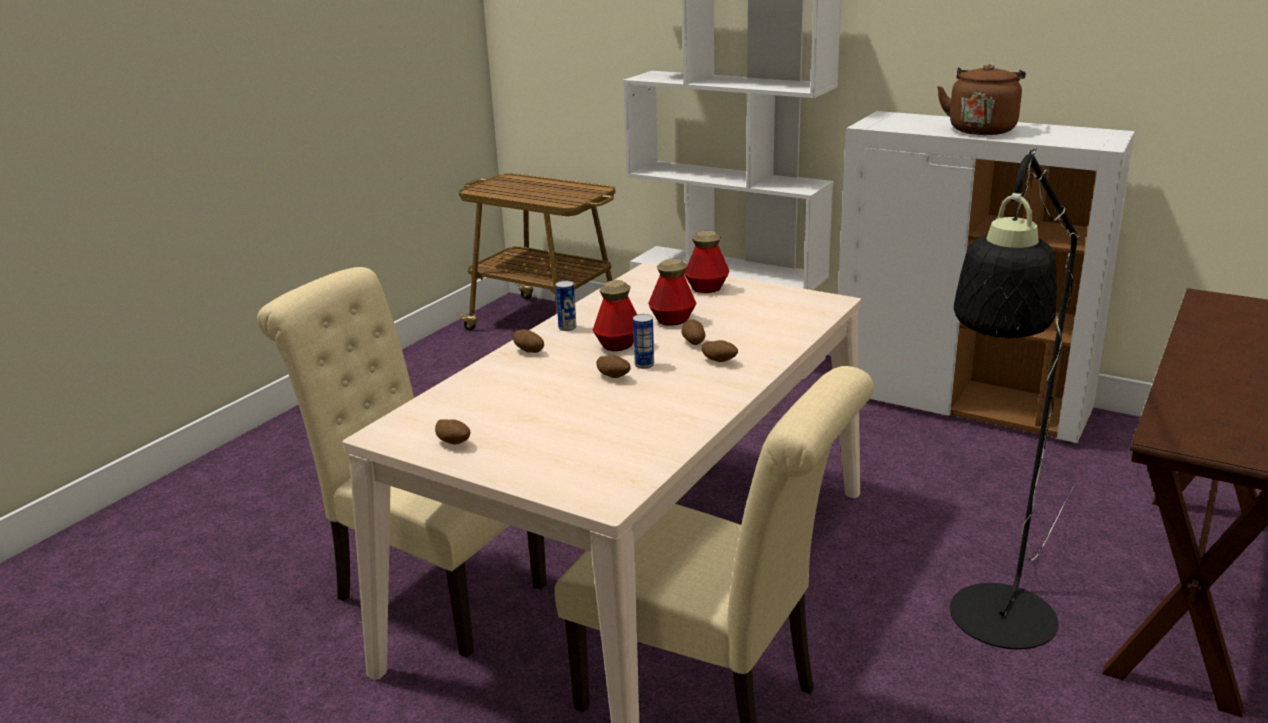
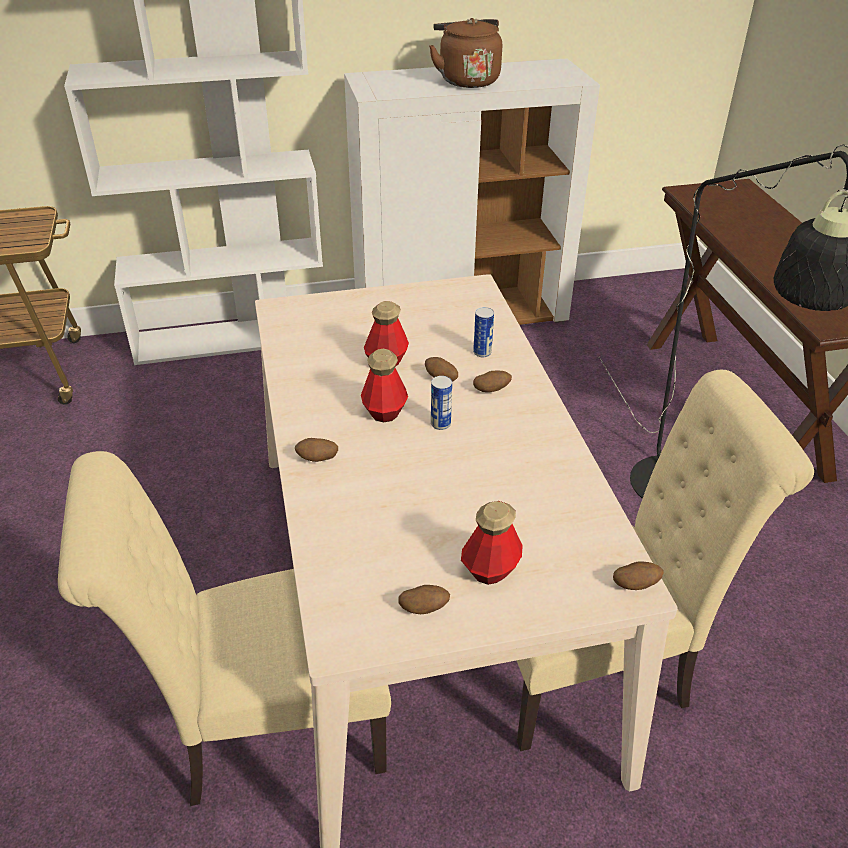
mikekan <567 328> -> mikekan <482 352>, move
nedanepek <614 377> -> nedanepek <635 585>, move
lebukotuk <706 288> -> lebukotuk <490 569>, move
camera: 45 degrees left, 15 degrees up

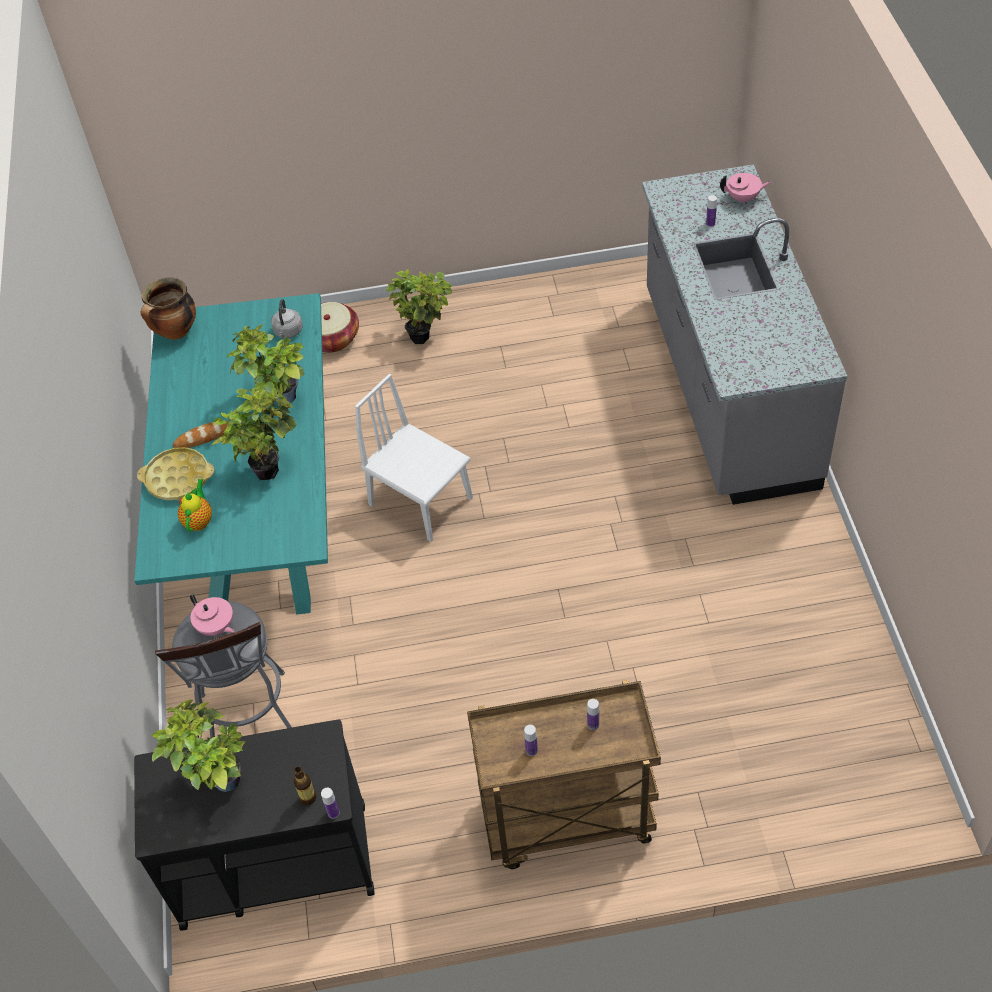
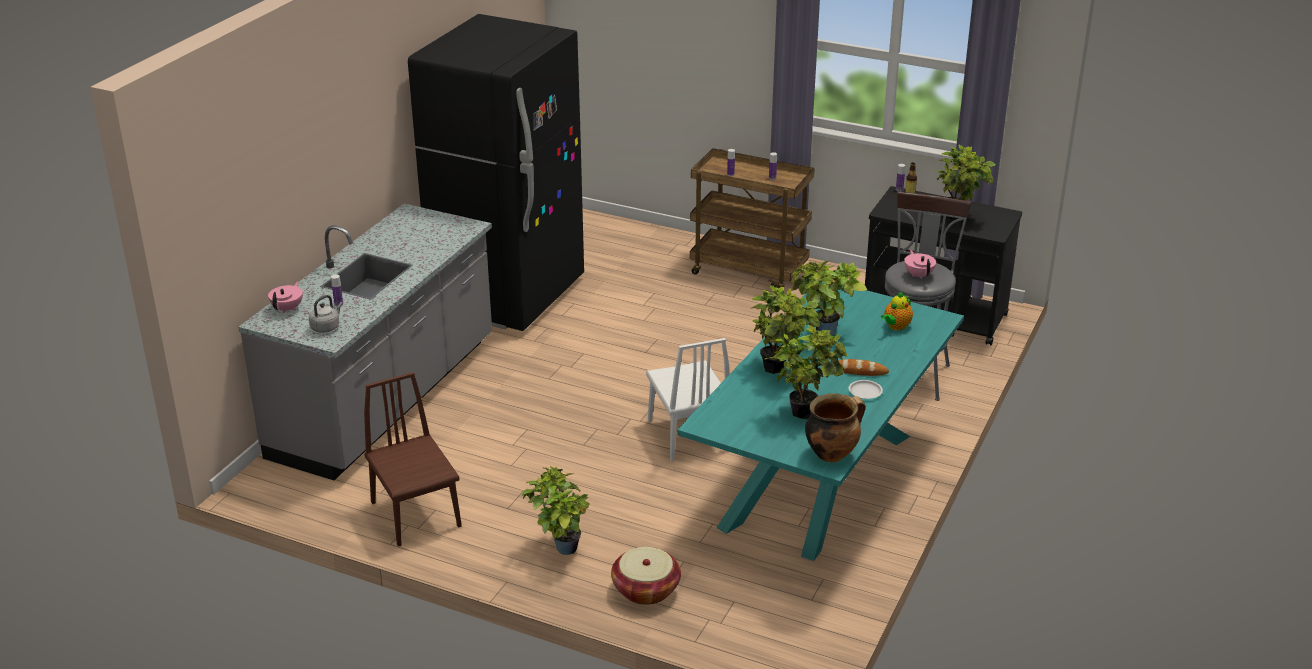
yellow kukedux <177 478> -> none
none -> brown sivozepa <416 514>
none -> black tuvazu <509 295>
none -> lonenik <805 410>
none -> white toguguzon <865 392>
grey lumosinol <288 332> -> grey lumosinol <326 327>, move
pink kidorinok <743 198> -> pink kidorinok <288 308>, 75 degrees clockwise
camera: 150 degrees left, 20 degrees down

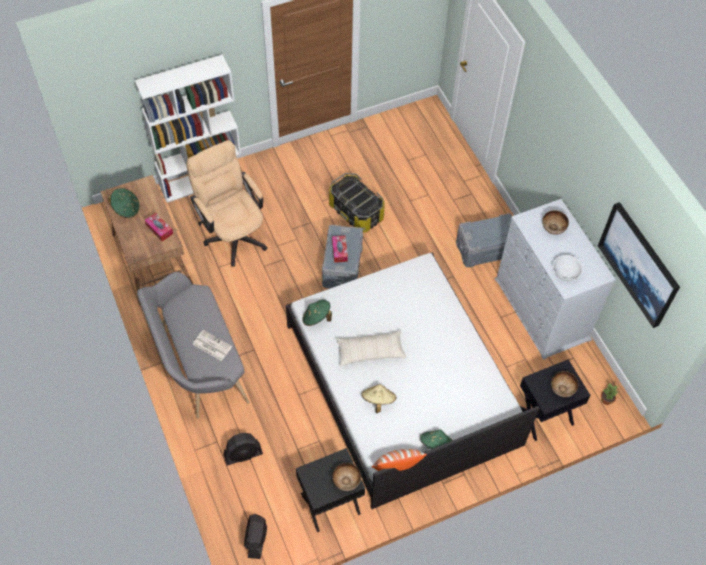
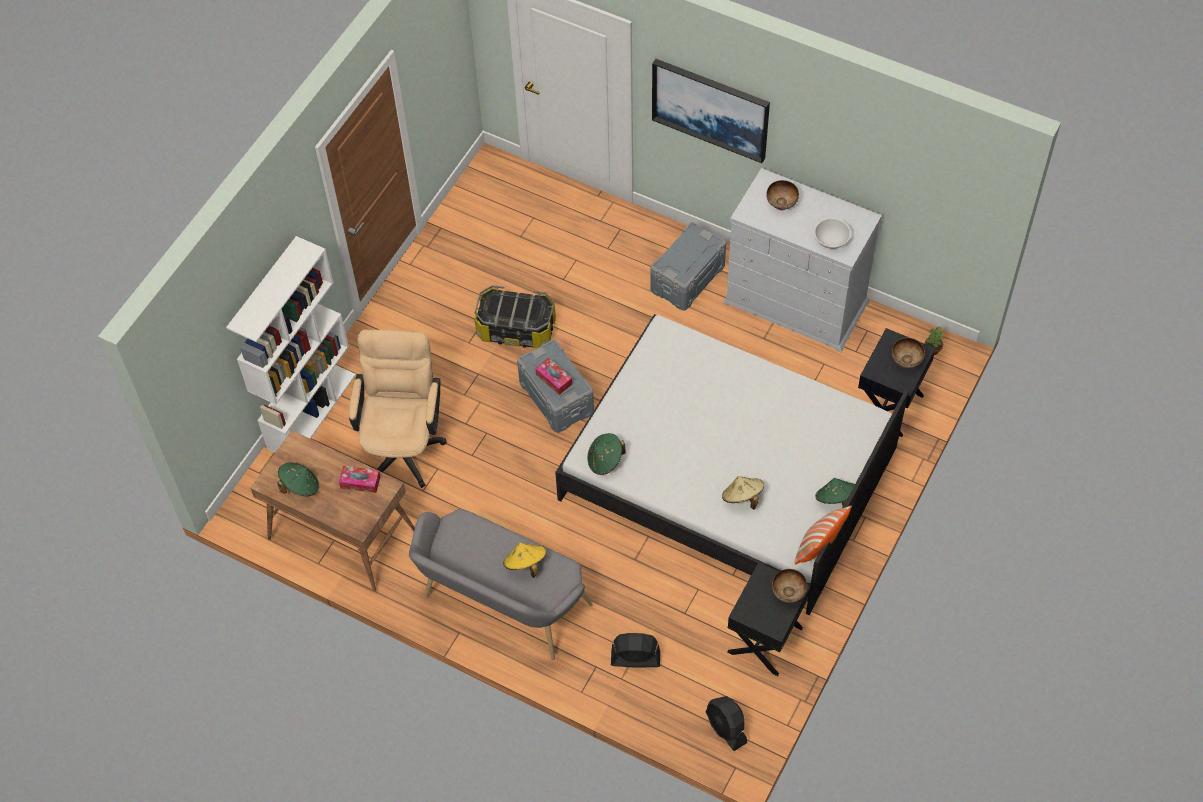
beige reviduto <370 351> -> none
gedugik <639 264> -> gedugik <711 108>, move
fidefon <211 345> -> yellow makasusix <525 564>
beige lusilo <233 233> -> beige lusilo <403 444>, 75 degrees clockwise
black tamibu <243 454> -> black tamibu <635 659>, 120 degrees counterclockwise
camera: 35 degrees left, 0 degrees up

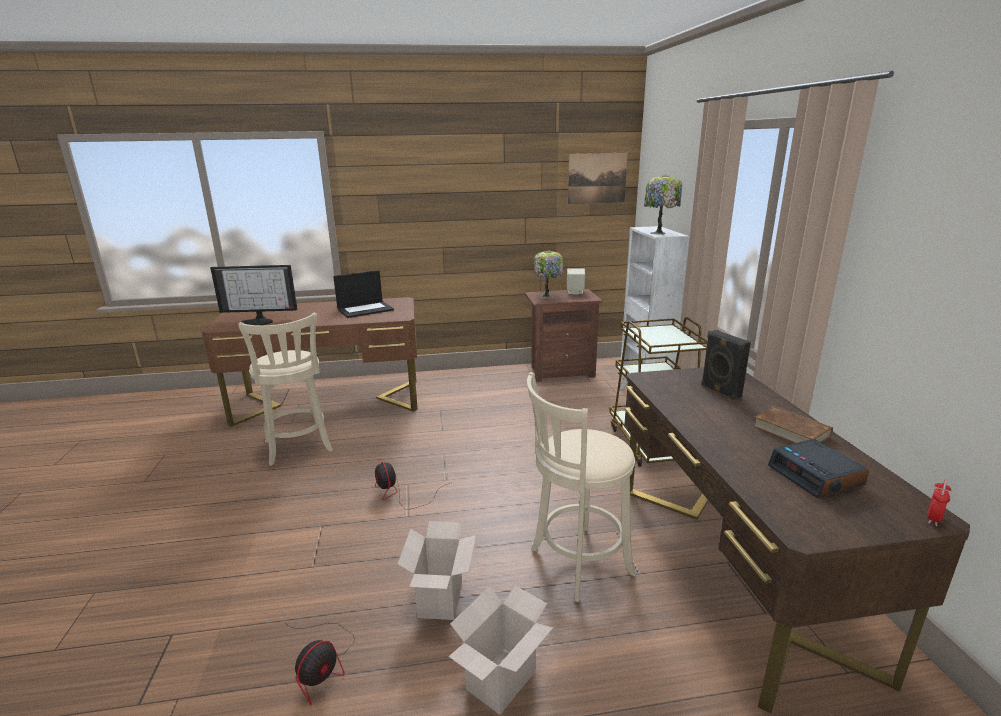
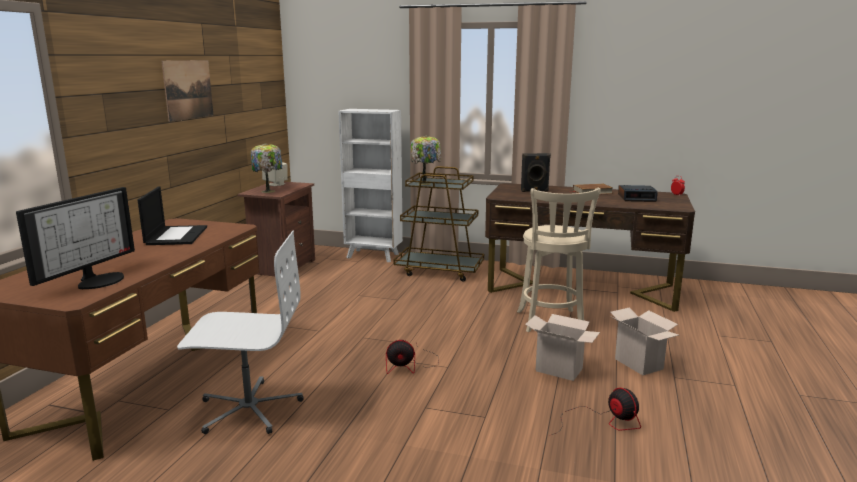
gedugik <597 178> -> gedugik <188 89>, move
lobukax <659 233> -> lobukax <425 183>, move
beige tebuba <298 448> -> white lusilo <249 409>
camera: 65 degrees left, 5 degrees down

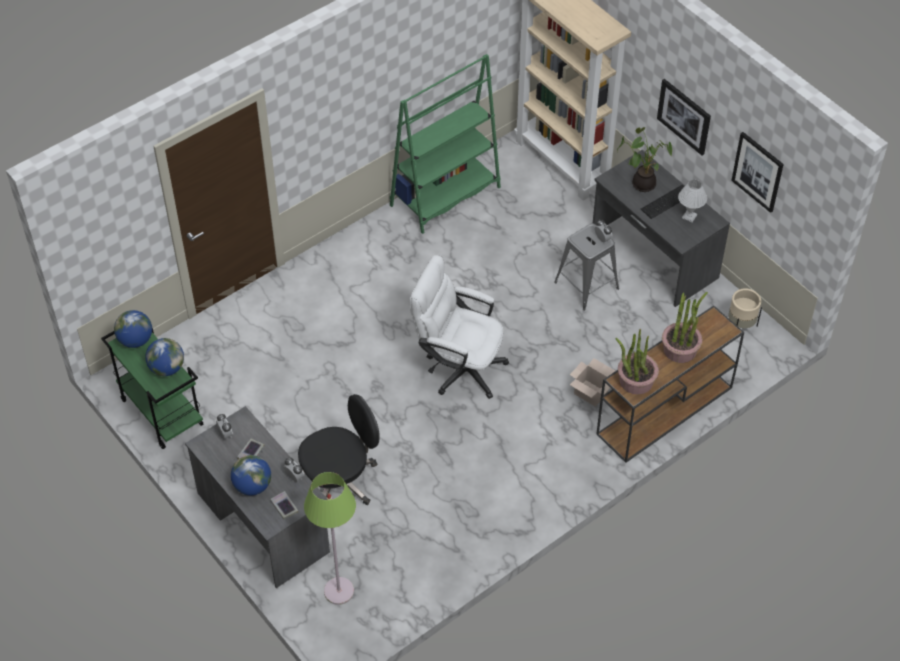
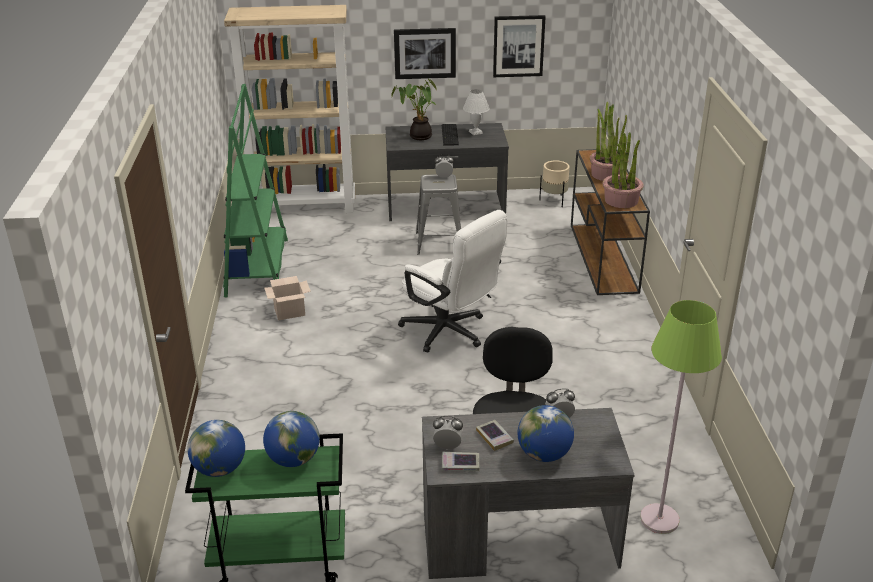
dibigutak <284 507> -> dibigutak <460 464>, move
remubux <591 393> -> remubux <290 311>, move
white lusilo <458 366> -> white lusilo <450 333>, 105 degrees counterclockwise
camera: 55 degrees left, 20 degrees down

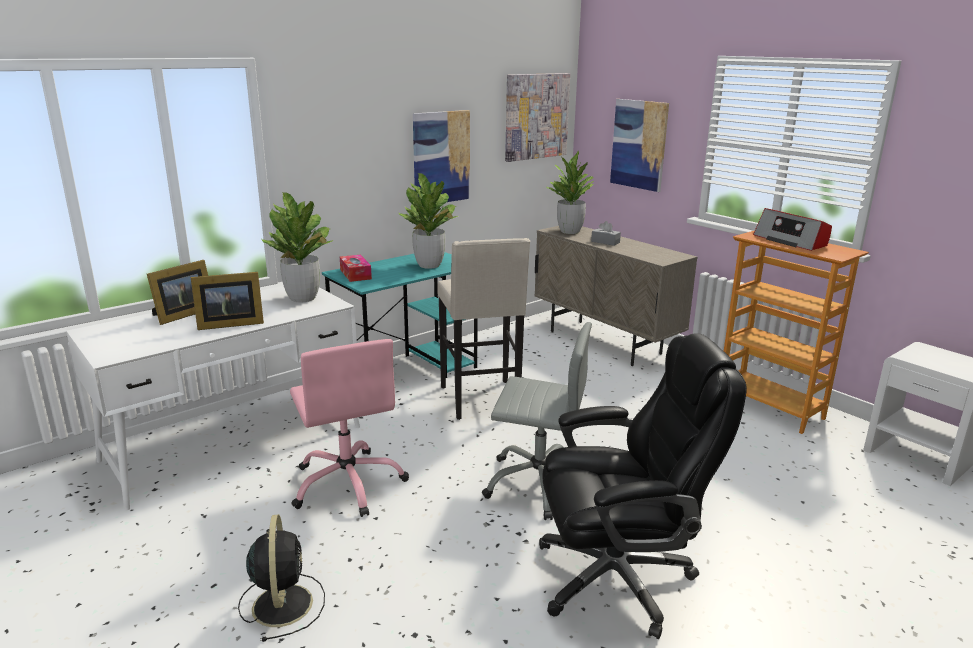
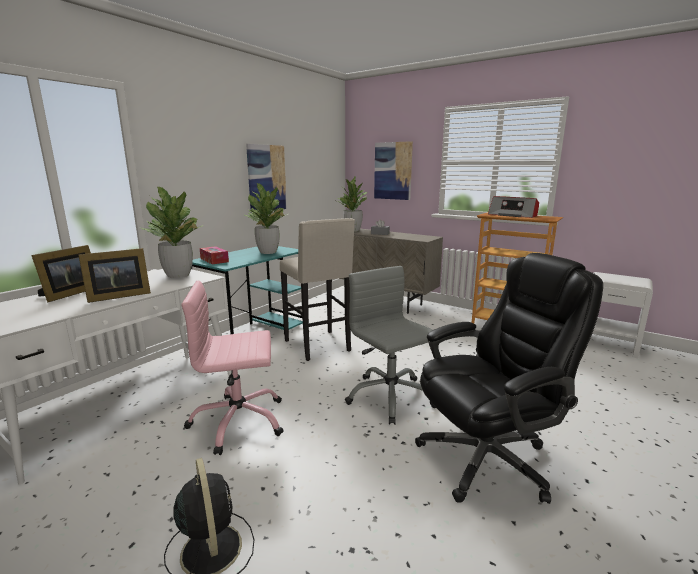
gedugik <536 116> -> none
pink lusilo <348 483> -> pink lusilo <238 422>, 120 degrees clockwise
grey lusilo <539 484> -> grey lusilo <390 397>, 120 degrees counterclockwise
camera: 15 degrees left, 5 degrees down

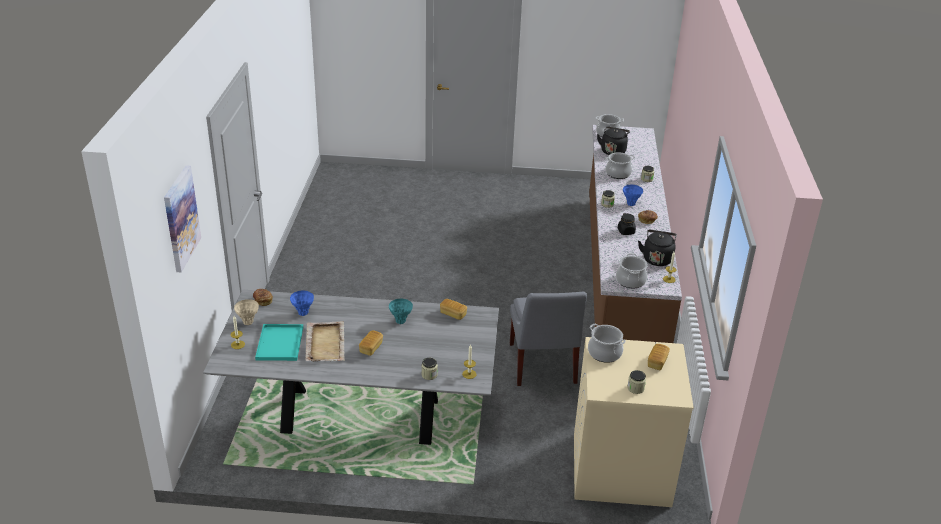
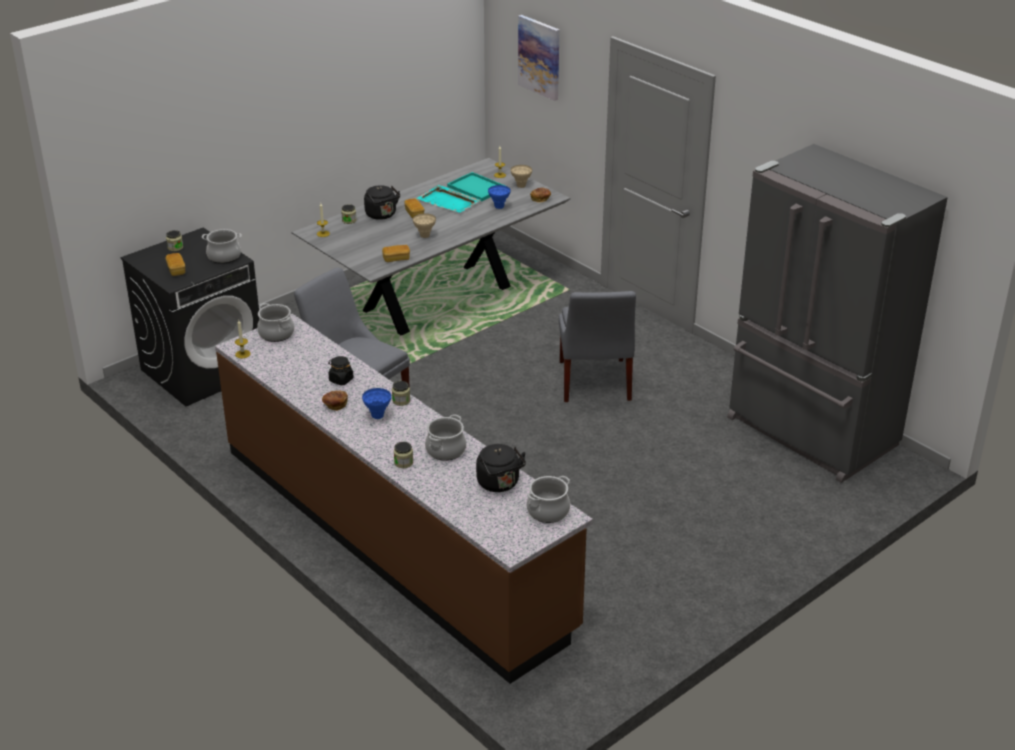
none -> grey sivozepa <594 383>
none -> grey tuvazu <810 433>
black lumosinol <657 259> -> black lumosinol <382 215>, move
beige kukedux <325 343> -> turquoise kukedux <449 202>
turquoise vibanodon <400 321> -> beige vibanodon <424 236>
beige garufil <620 470> -> black garufil <203 370>
camera: 135 degrees right, 0 degrees up

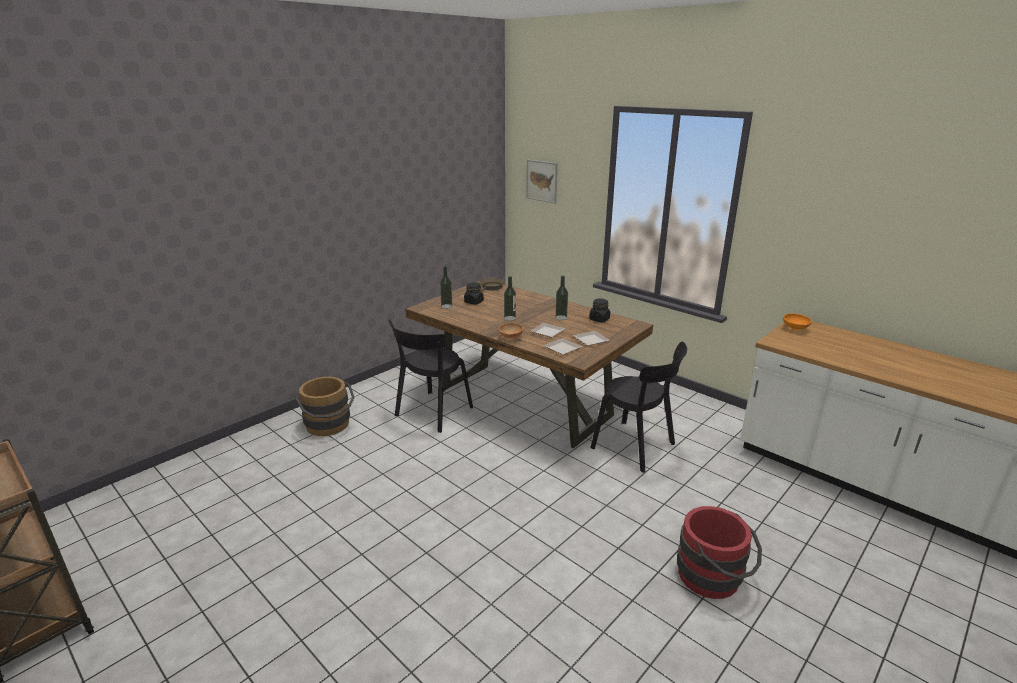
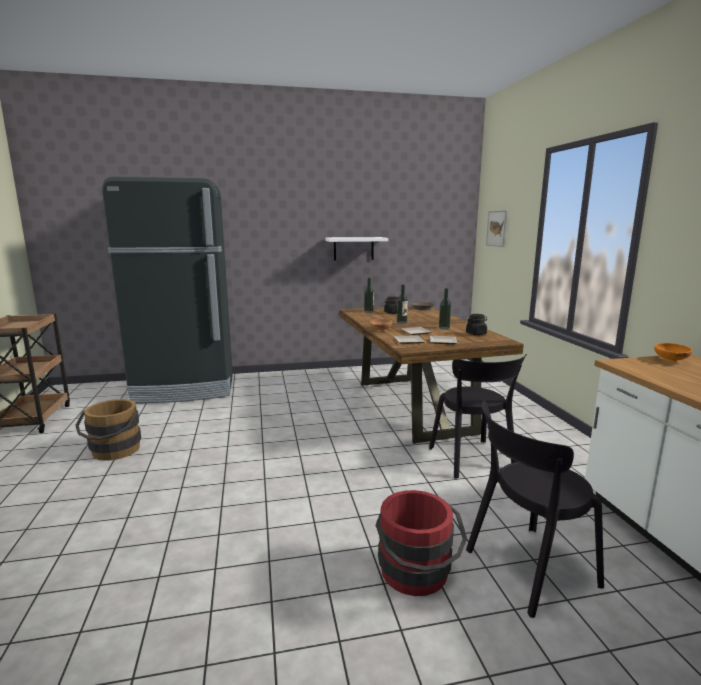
none -> black tuvazu <185 388>
none -> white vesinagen <353 248>
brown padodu <329 426> -> brown padodu <114 452>, move
black sivozepa <432 413> -> black sivozepa <526 569>, move
camera: 35 degrees right, 10 degrees down

